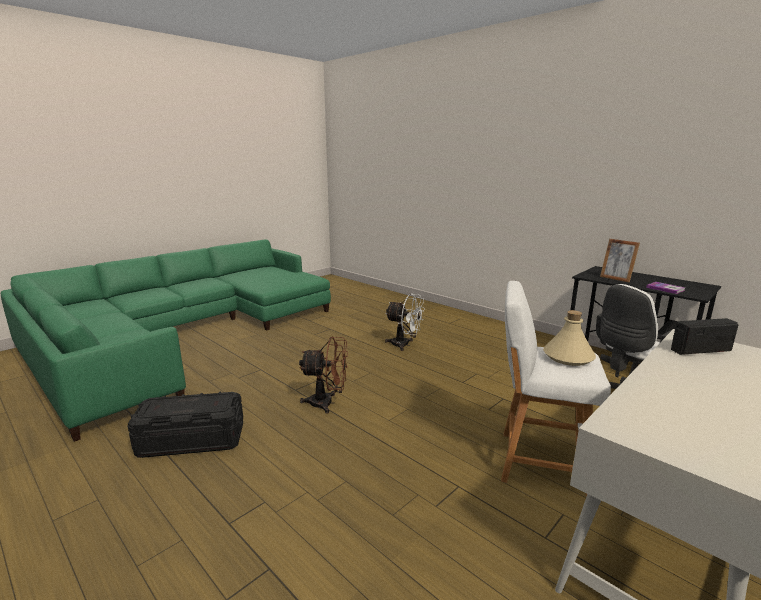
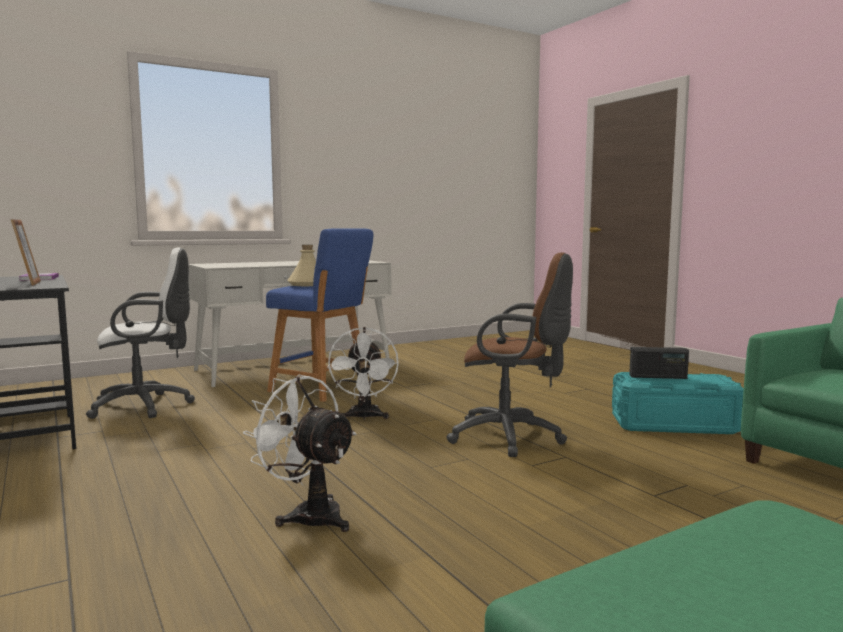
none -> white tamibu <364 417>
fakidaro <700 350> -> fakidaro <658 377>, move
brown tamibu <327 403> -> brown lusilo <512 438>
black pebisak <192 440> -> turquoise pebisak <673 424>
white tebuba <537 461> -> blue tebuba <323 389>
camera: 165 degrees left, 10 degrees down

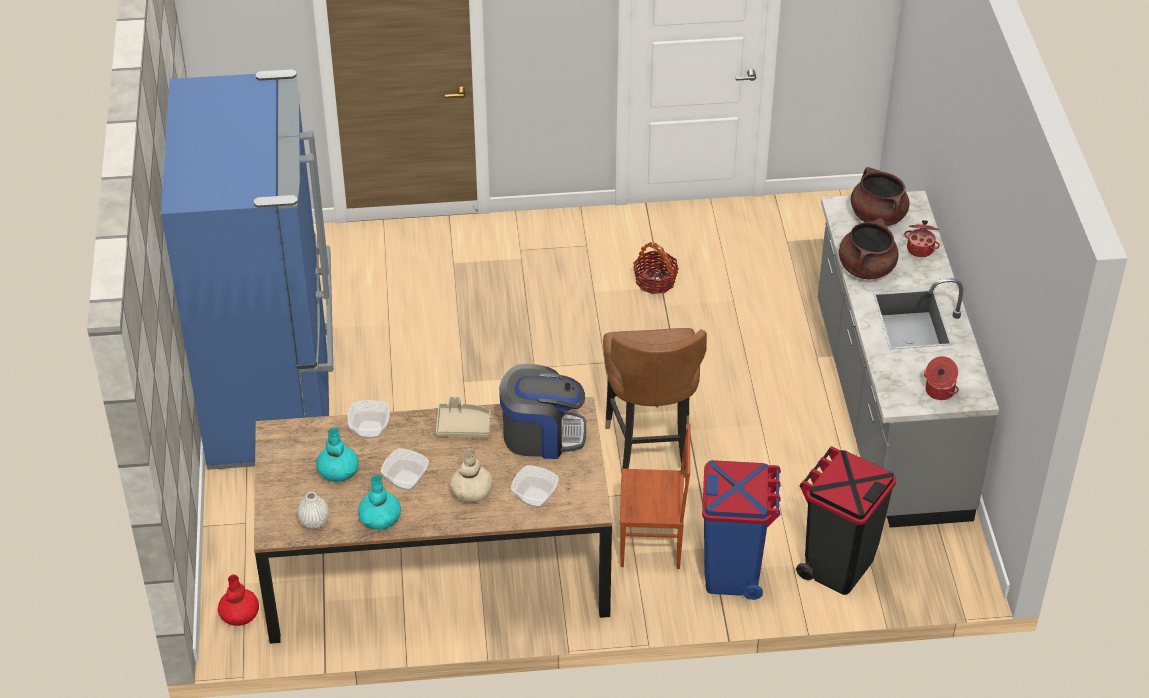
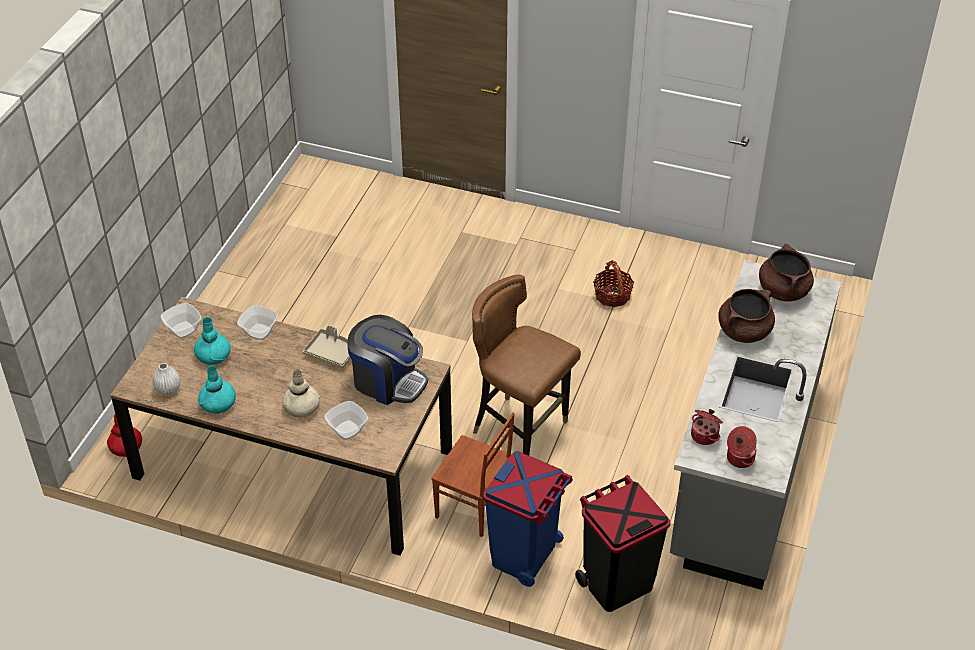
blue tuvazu <274 397> -> none
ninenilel <405 479> -> ninenilel <183 329>, move
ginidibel <920 248> -> ginidibel <705 435>, move
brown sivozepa <650 450> -> brown sivozepa <520 430>, 105 degrees clockwise
camera: 25 degrees right, 0 degrees up

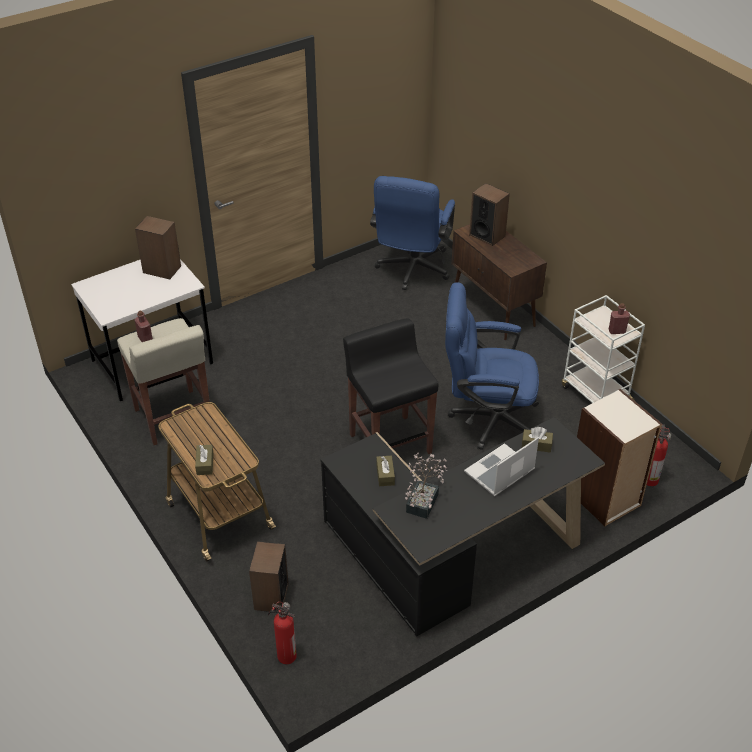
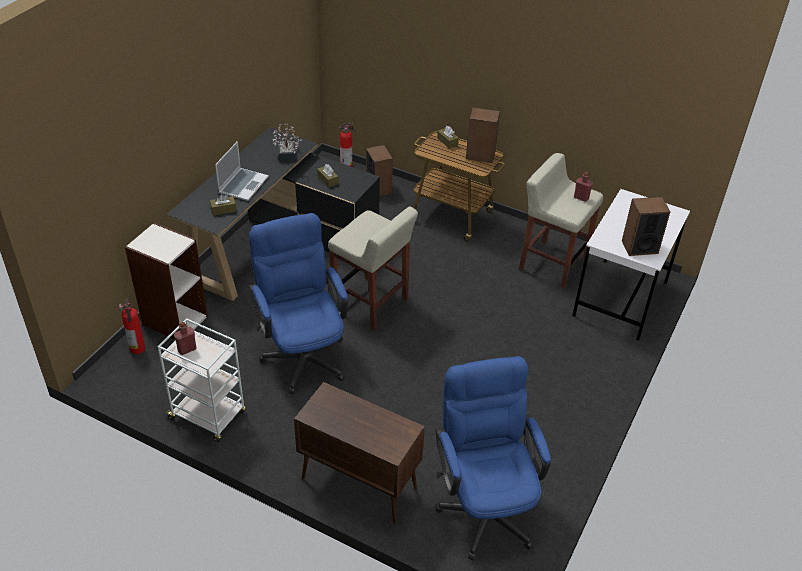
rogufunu <487 235> -> rogufunu <480 155>, move
black tebuba <390 443> -> beige tebuba <371 303>
blue lusilo <486 418> -> blue lusilo <303 353>, 90 degrees counterclockwise
camera: 150 degrees right, 0 degrees up

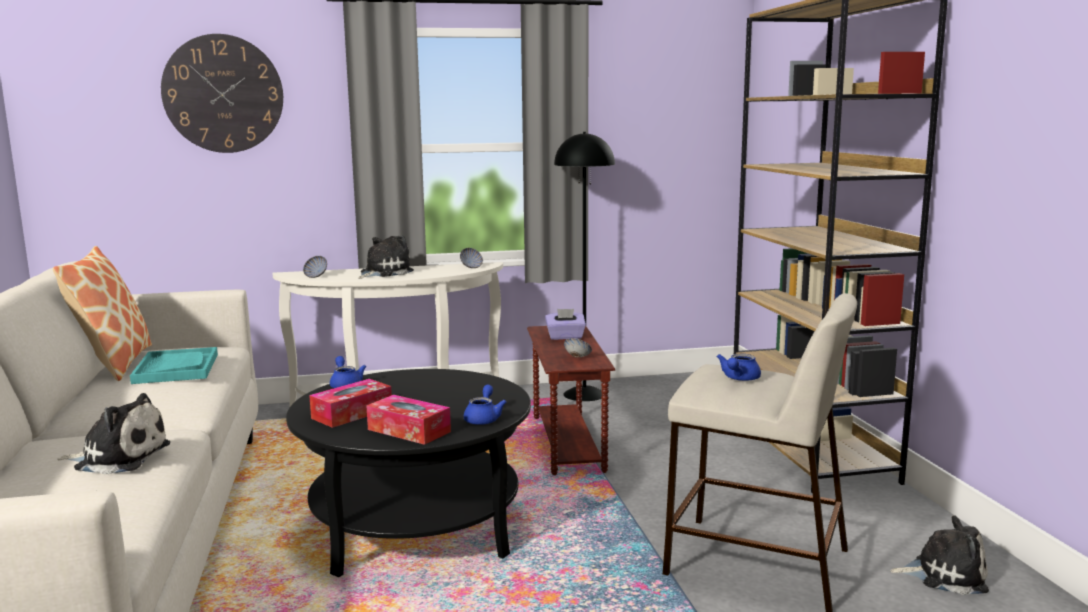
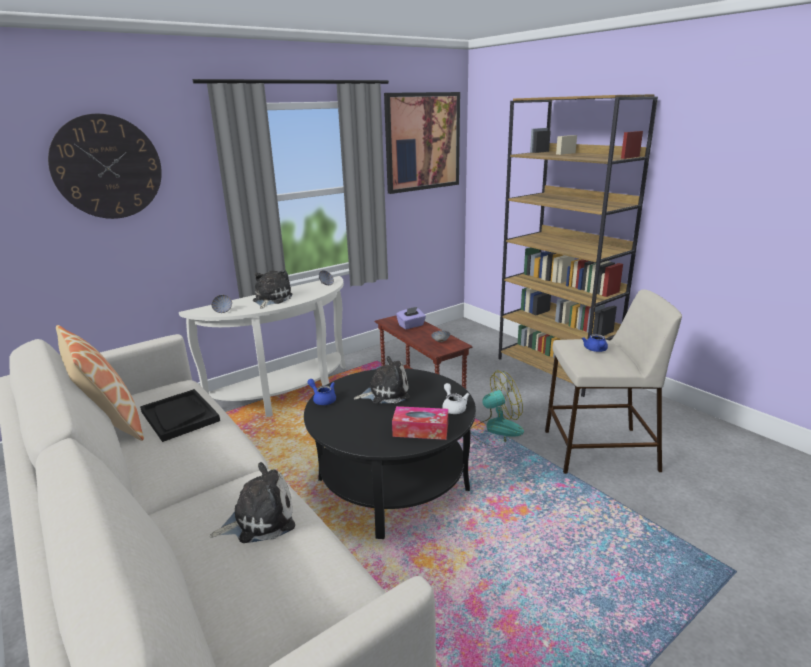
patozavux <352 413> -> none
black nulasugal <584 394> -> none
none -> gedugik <422 142>
none -> tamibu <495 430>
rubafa <944 574> -> rubafa <385 393>, move
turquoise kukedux <176 368> -> black kukedux <180 416>
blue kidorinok <483 418> -> white kidorinok <453 407>
camera: 25 degrees left, 10 degrees up

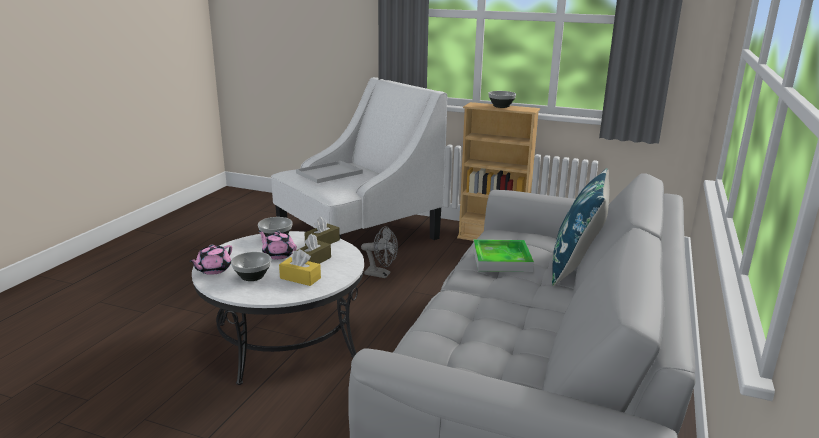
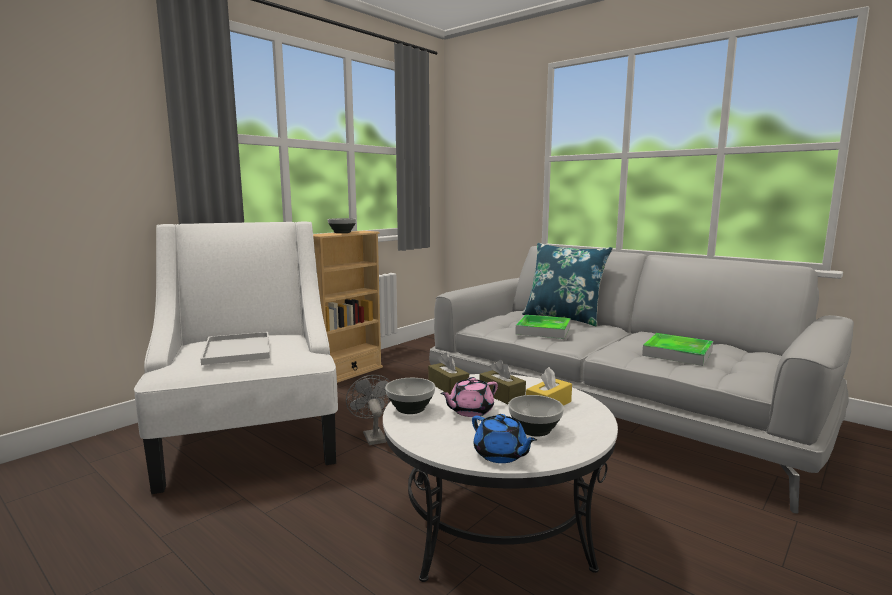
none -> kukedux <677 353>
pink kidorinok <213 270> -> blue kidorinok <501 455>
grey tamibu <381 274> -> grey tamibu <372 436>, 60 degrees counterclockwise
camera: 70 degrees left, 10 degrees down

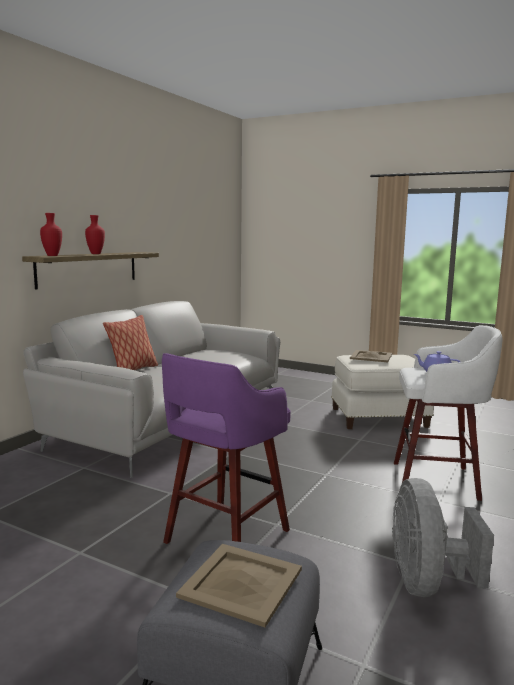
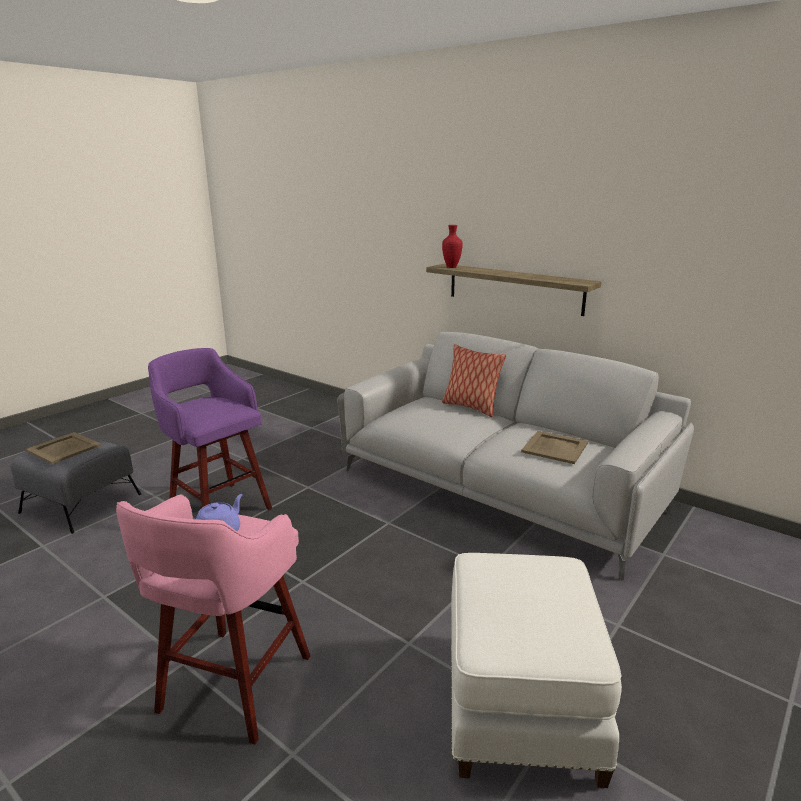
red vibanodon <96 254> -> none
grey tamibu <427 583> -> none
beige kukedux <371 356> -> beige kukedux <555 447>, move
white tebuba <438 481> -> pink tebuba <232 687>
camera: 100 degrees right, 10 degrees up

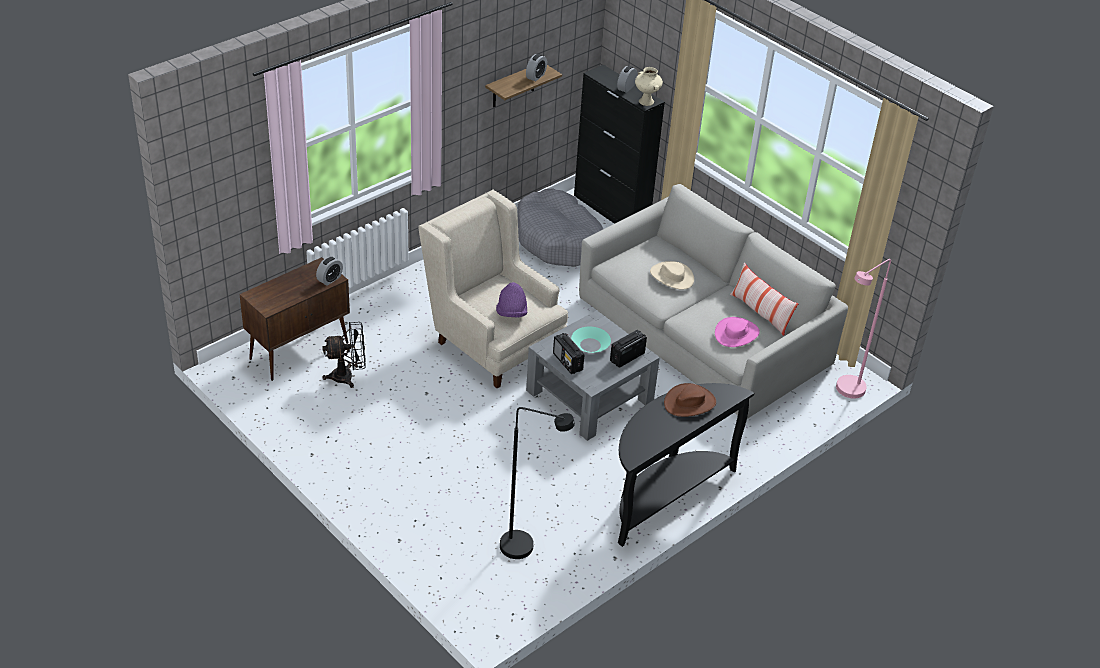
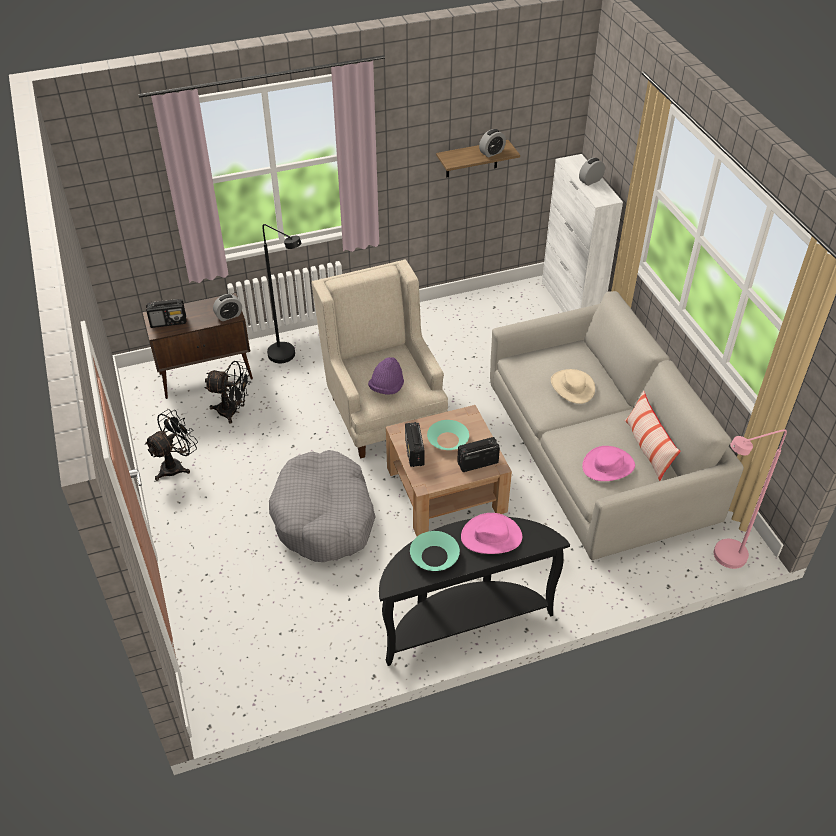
beige vibanodon <647 101> -> none
none -> black tamibu <176 465>
none -> fakidaro <168 322>
none -> turquoise ninenilel <434 556>
black nulasugal <526 548> -> black nulasugal <288 357>, move
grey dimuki <559 240> -> grey dimuki <324 517>, move
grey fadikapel <589 395> -> brown fadikapel <446 489>
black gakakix <611 210> -> white gakakix <571 304>
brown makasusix <689 402> -> pink makasusix <491 536>
camera: 25 degrees right, 5 degrees up

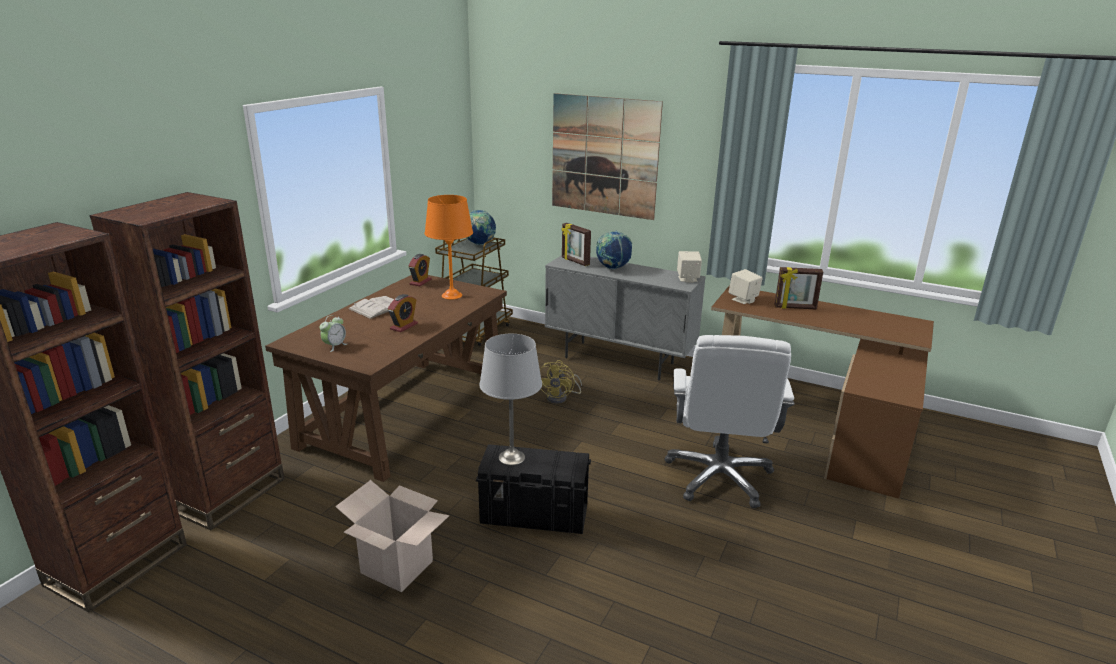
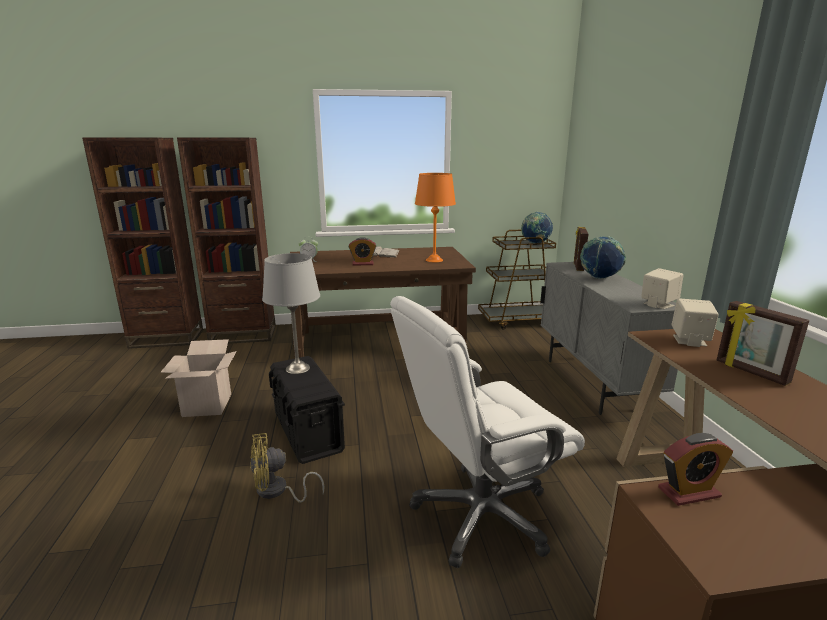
gedugik <604 156> -> none
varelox <420 282> -> varelox <688 492>, move
yellow tamibu <561 397> -> yellow tamibu <277 491>, move
camera: 55 degrees right, 5 degrees down

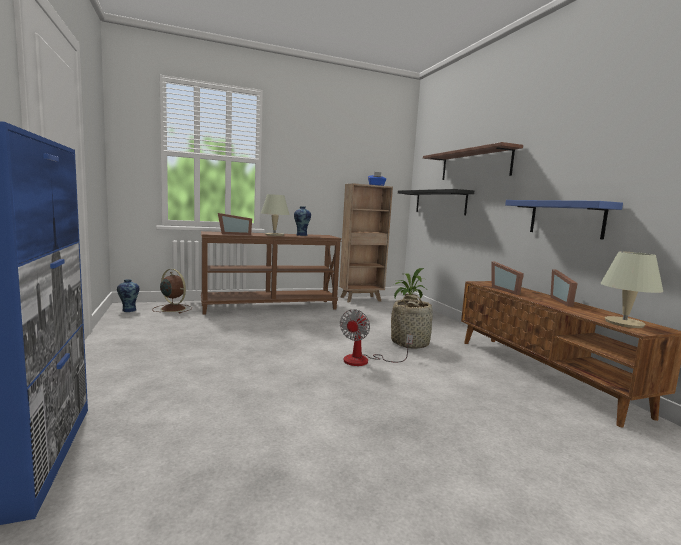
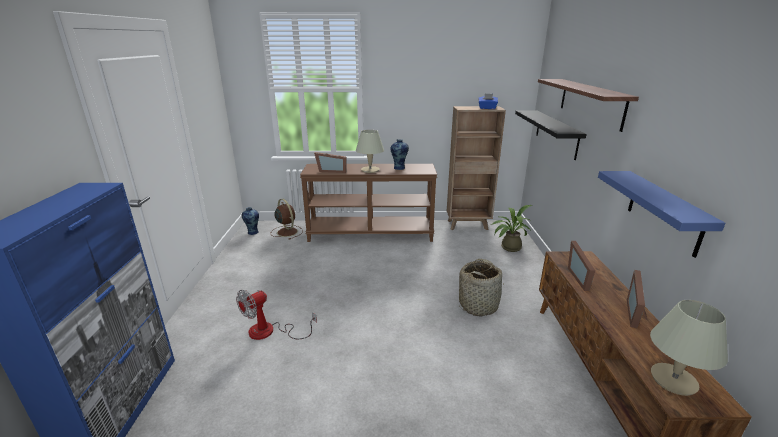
tamibu <365 360> -> tamibu <270 332>, move
camera: 20 degrees right, 15 degrees up

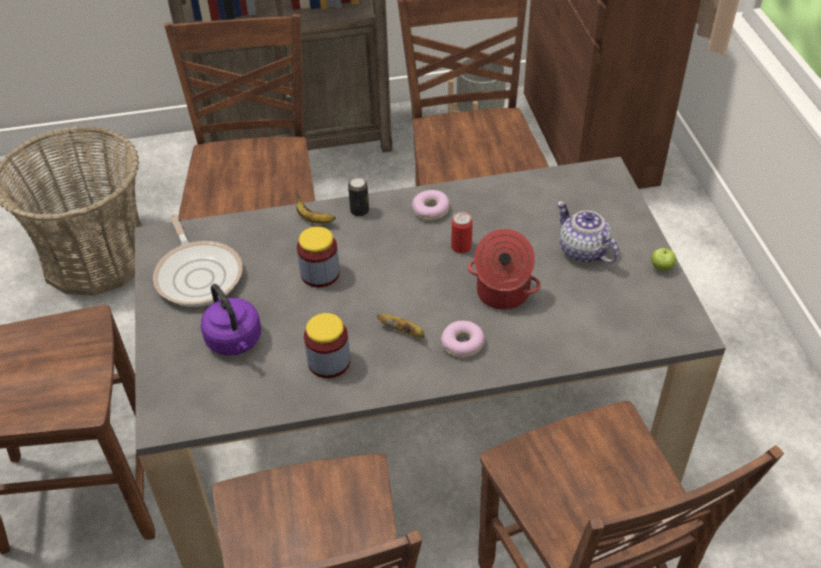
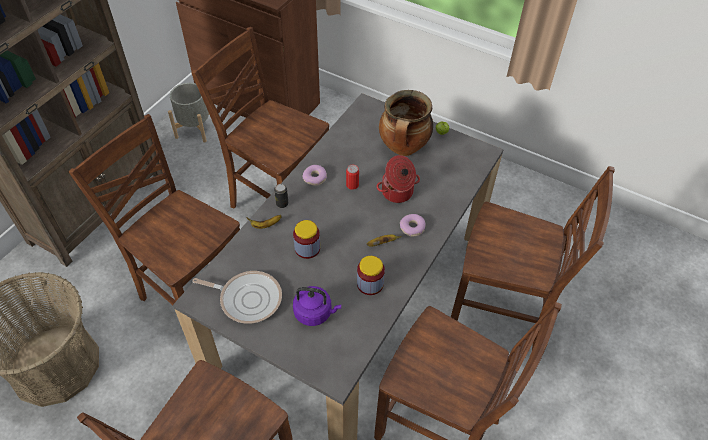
kidorinok <583 251> -> ginidibel <404 148>
camera: 50 degrees left, 5 degrees up

